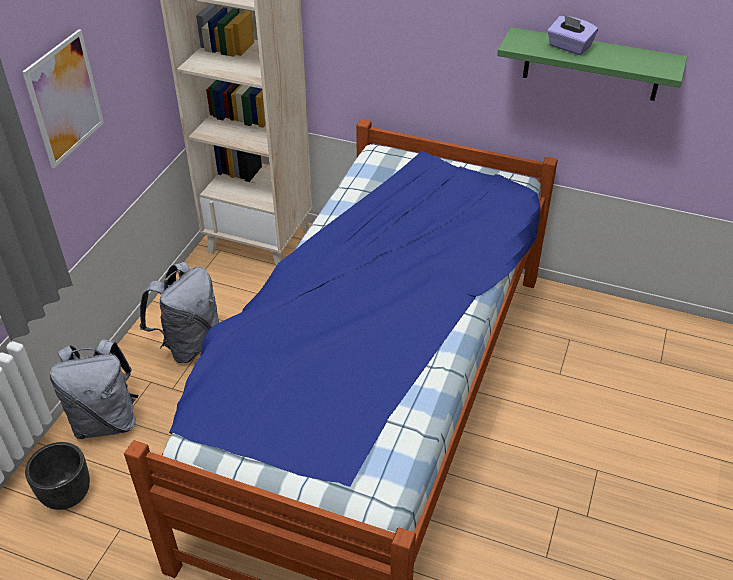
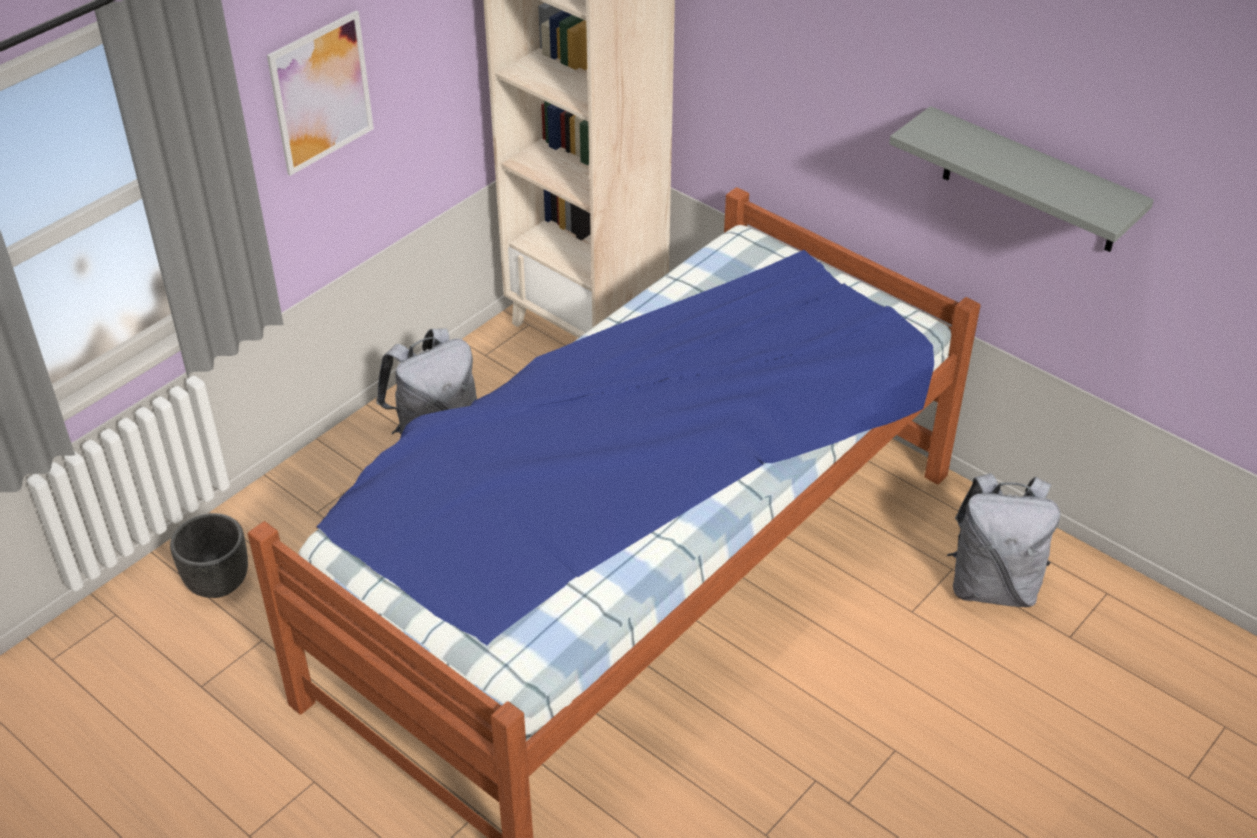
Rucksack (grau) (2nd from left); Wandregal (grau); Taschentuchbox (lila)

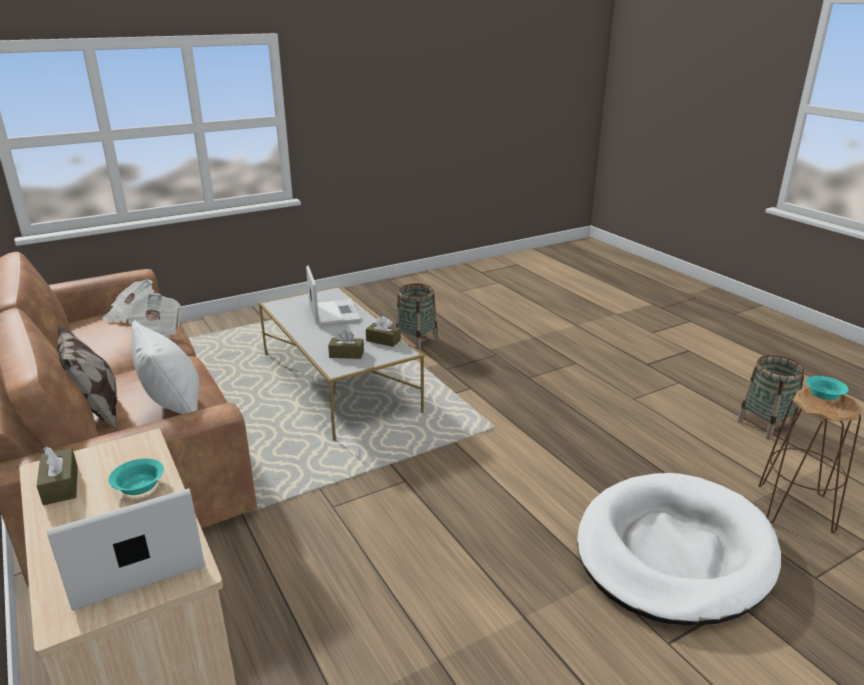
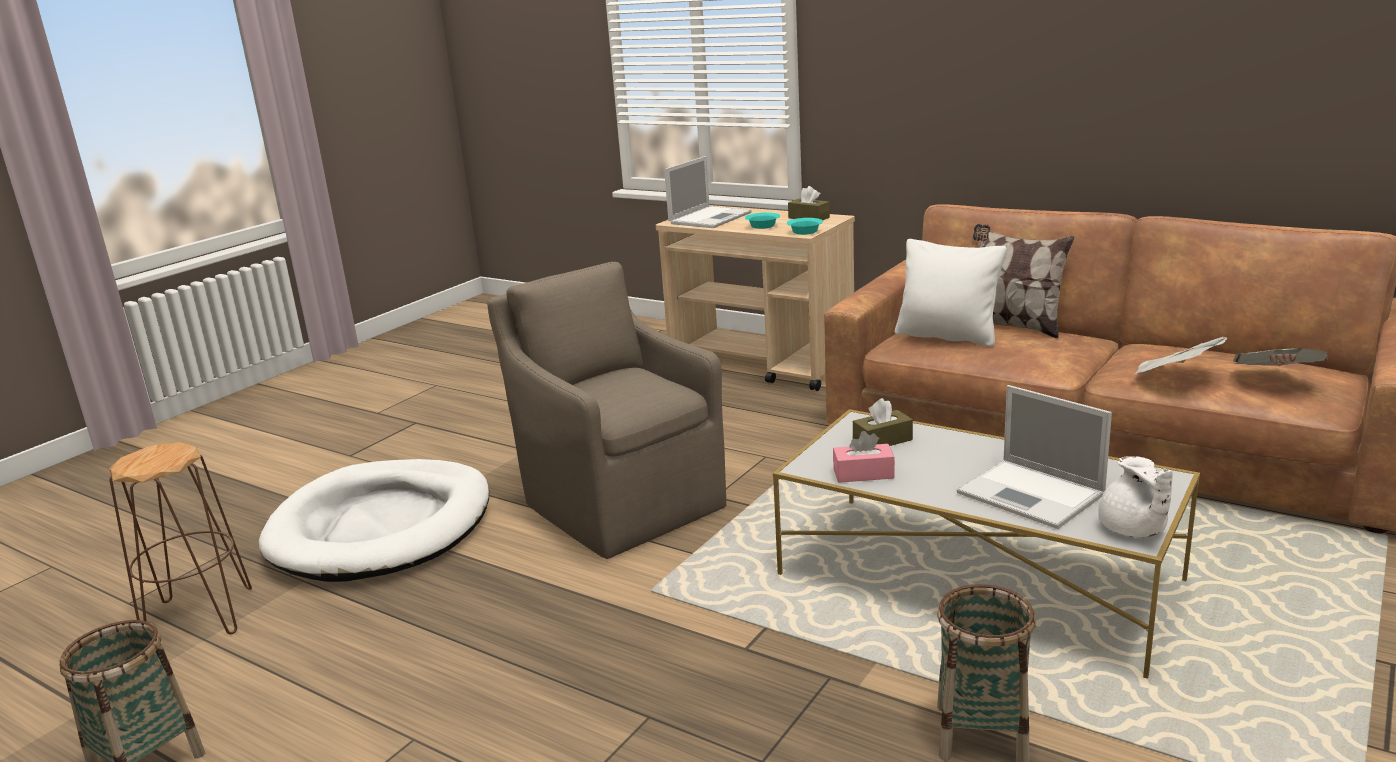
Taschentuchbox (rosa); Schüssel (türkis) (2nd from left); Sessel (braun); Teekanne (weiß)

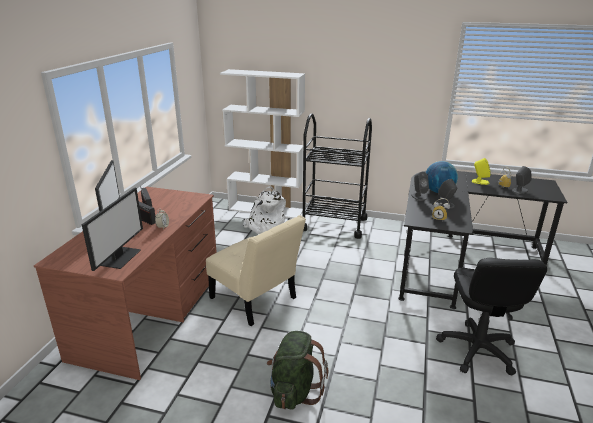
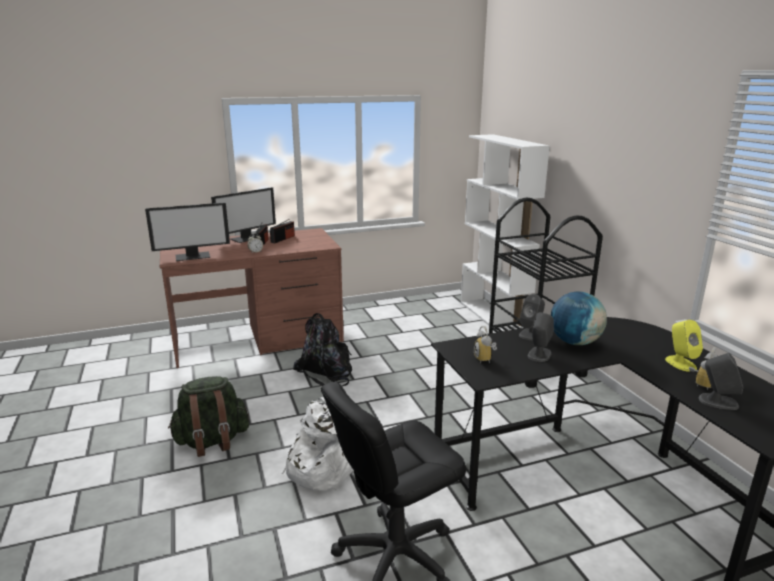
Rucksack (schwarz); Rucksack (weiß)

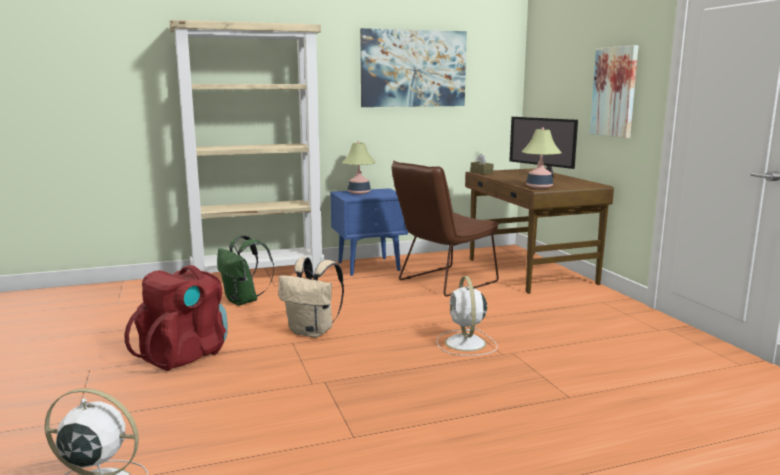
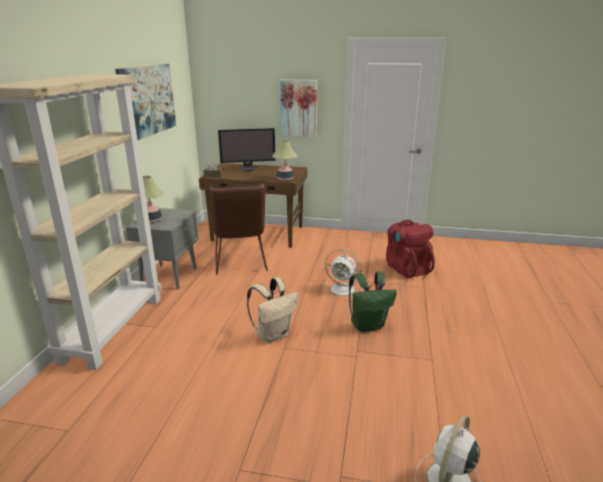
Rucksack (rot); Rucksack (grün); Nachttisch (grau)

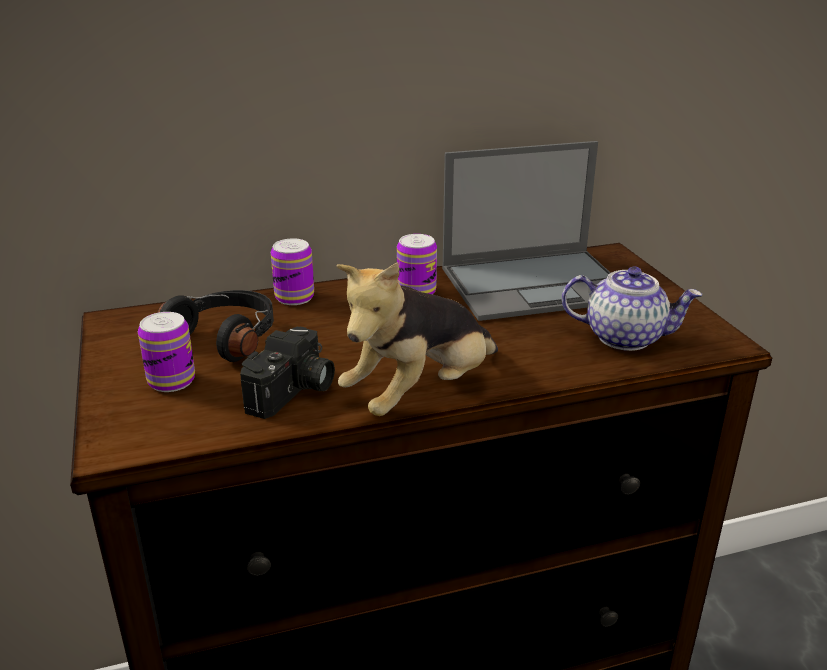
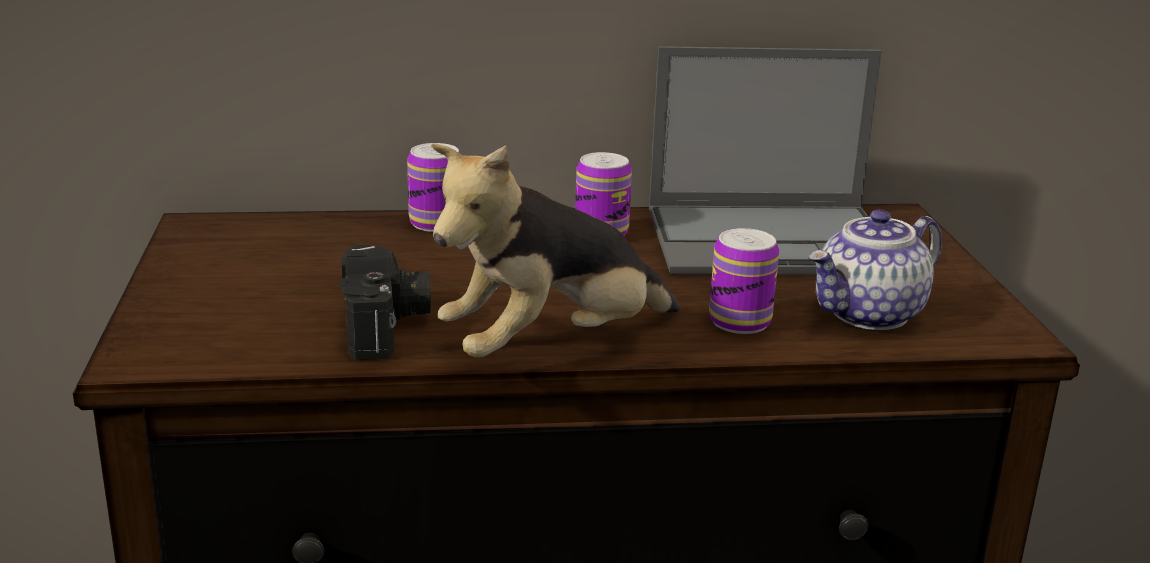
Dose (3rd from left); Kopfhörer (schwarz); Kamera; Teekanne

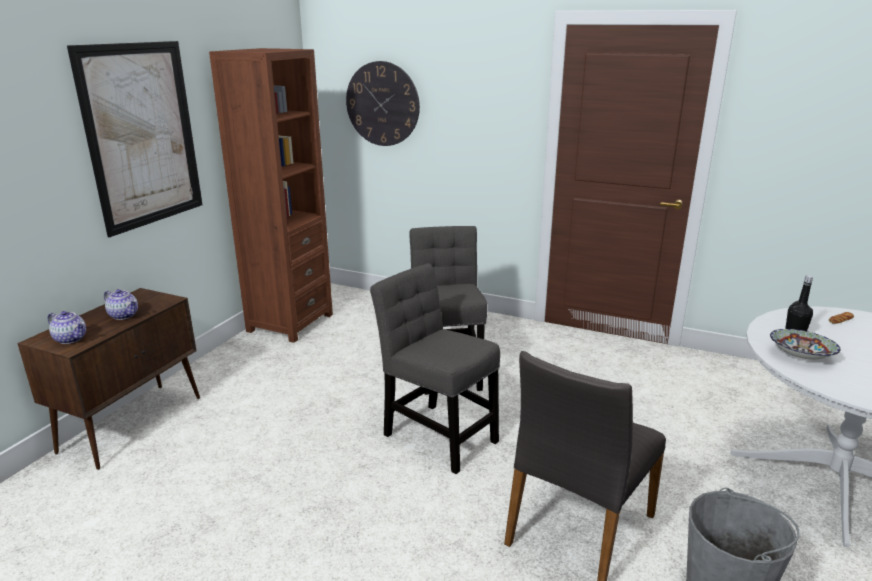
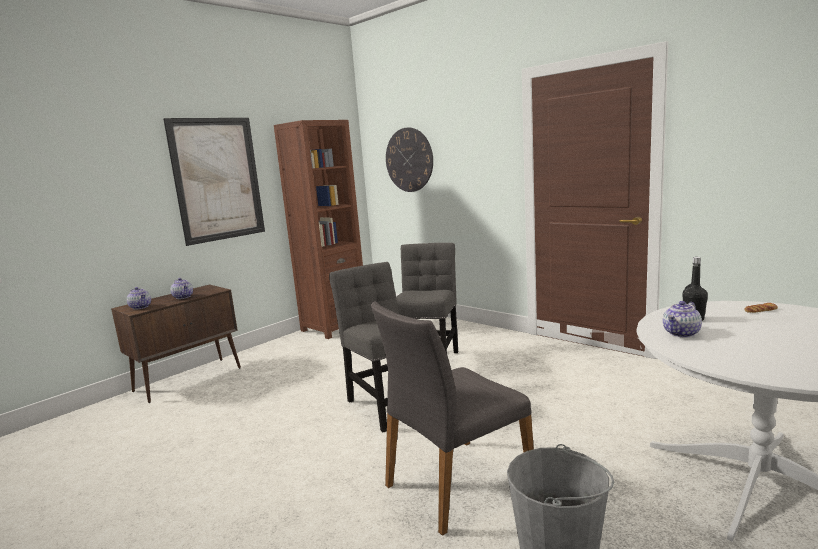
Teekanne (3rd from left)

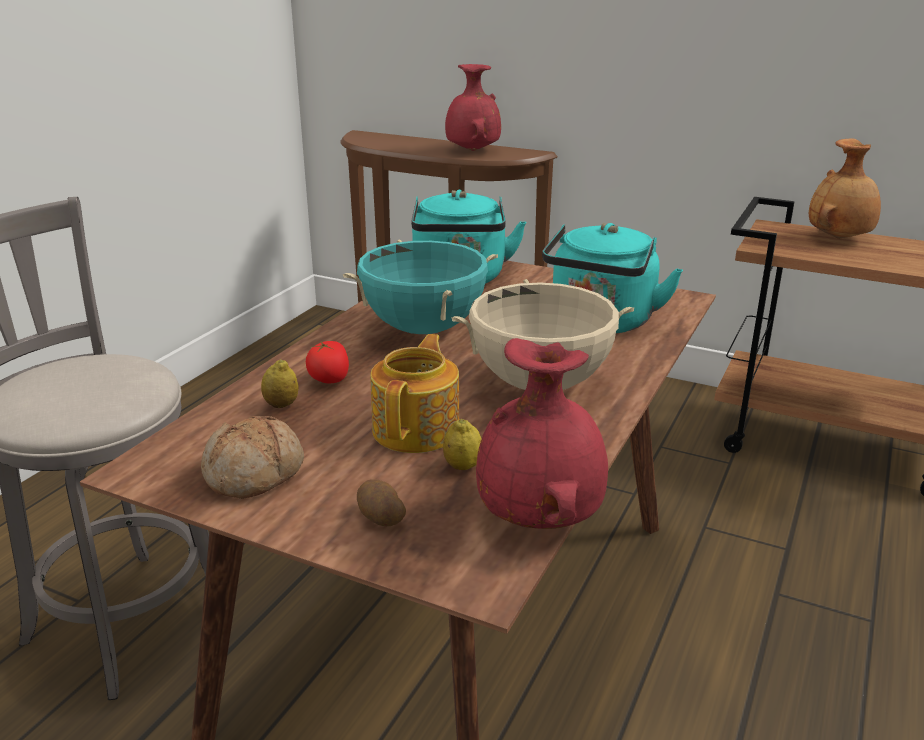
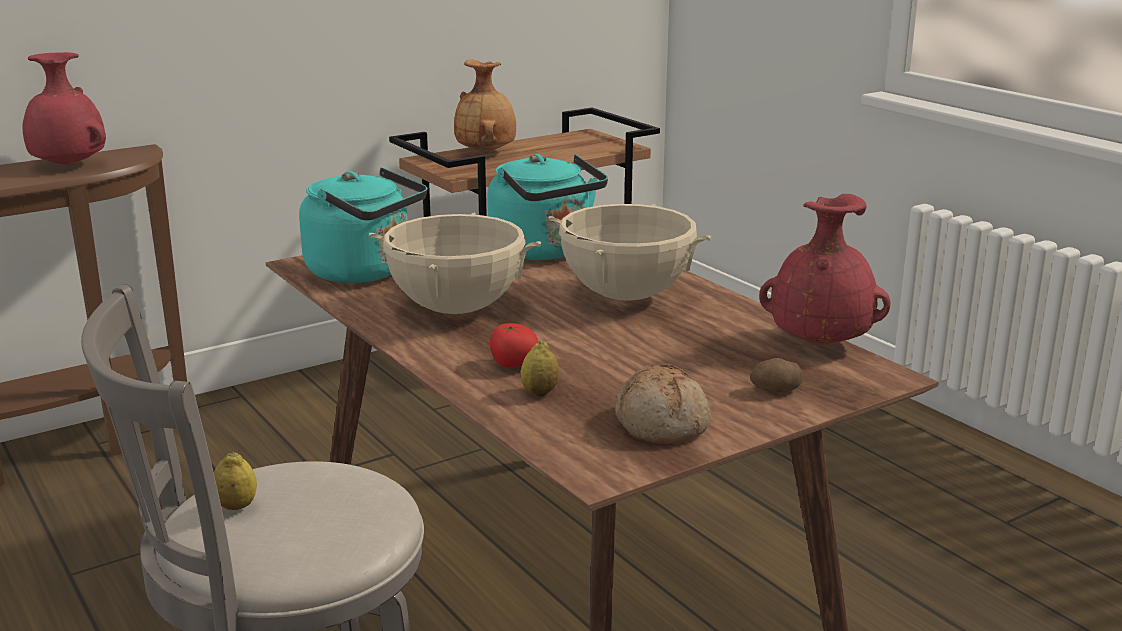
Kochtopf (beige) (1st from left); Teekanne; Zitrone (1st from left)

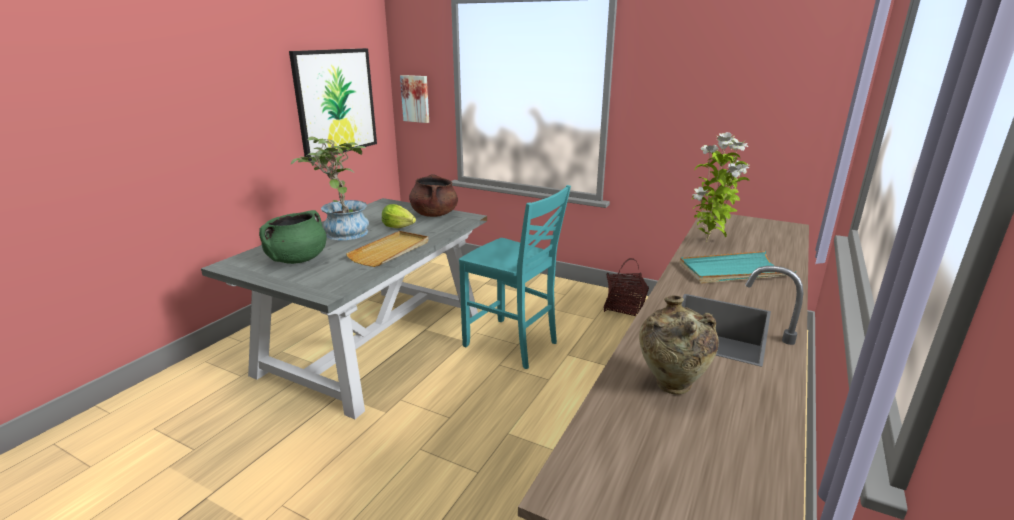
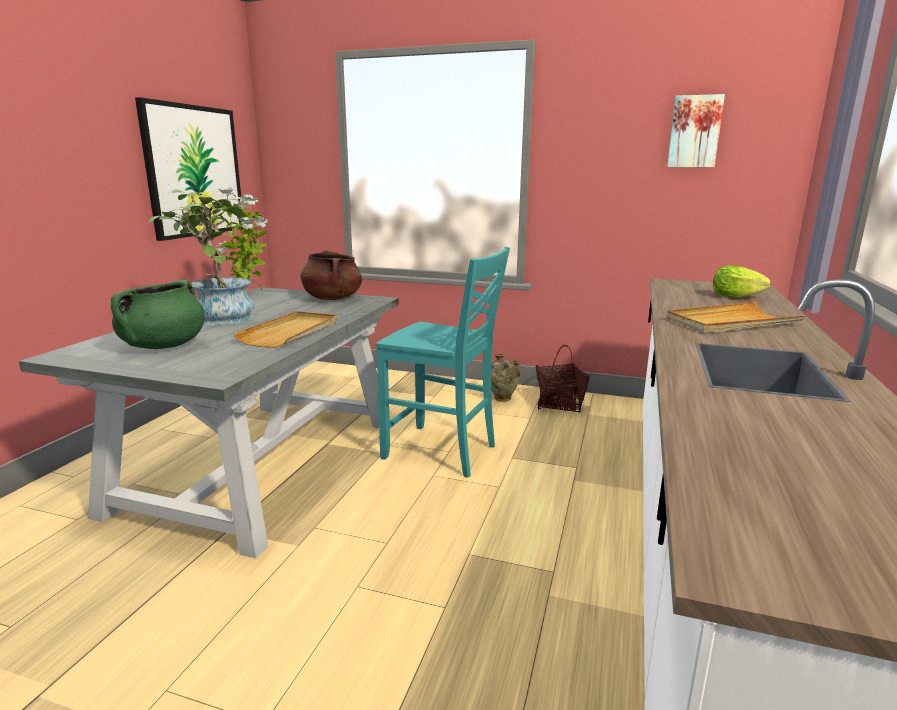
Salatkopf; Bild (2nd from left); Vase (beige); Tablett (beige) (2nd from left); Topfpflanze (2nd from left)

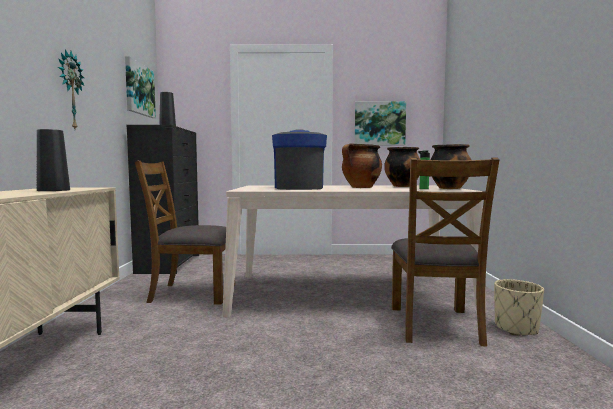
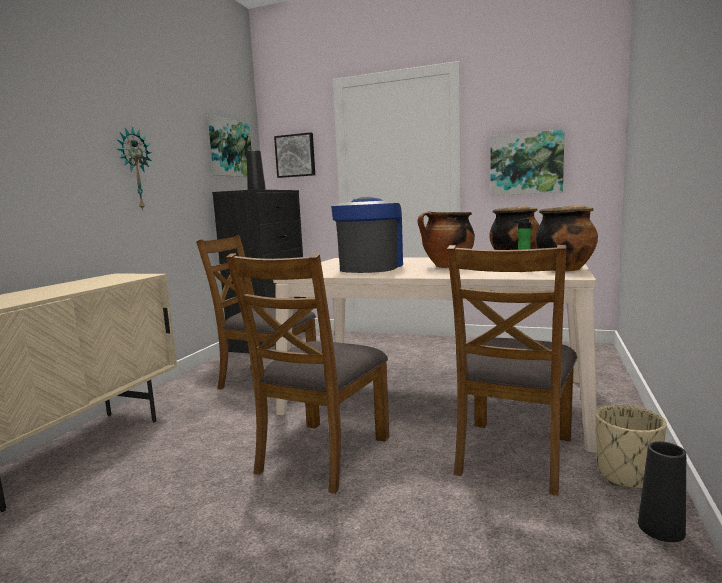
Vase (schwarz) (2nd from left); Stuhl (braun) (2nd from left); Bild (2nd from left)

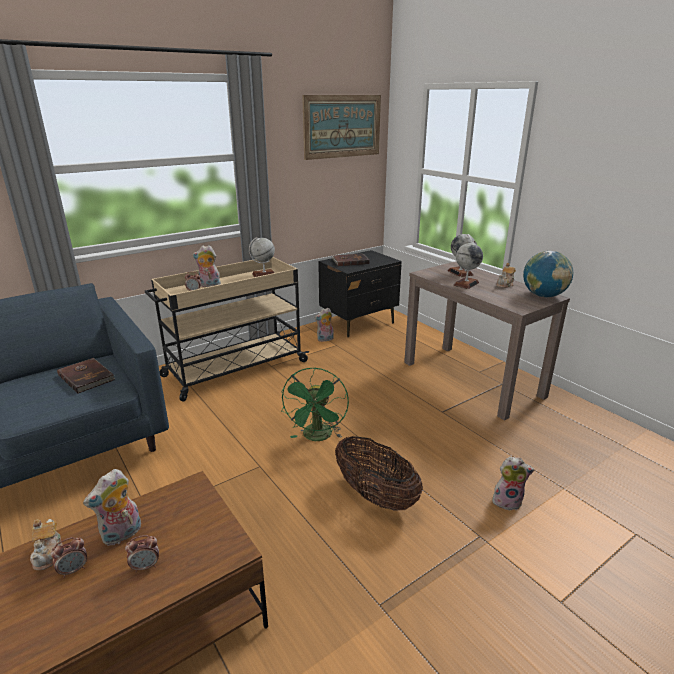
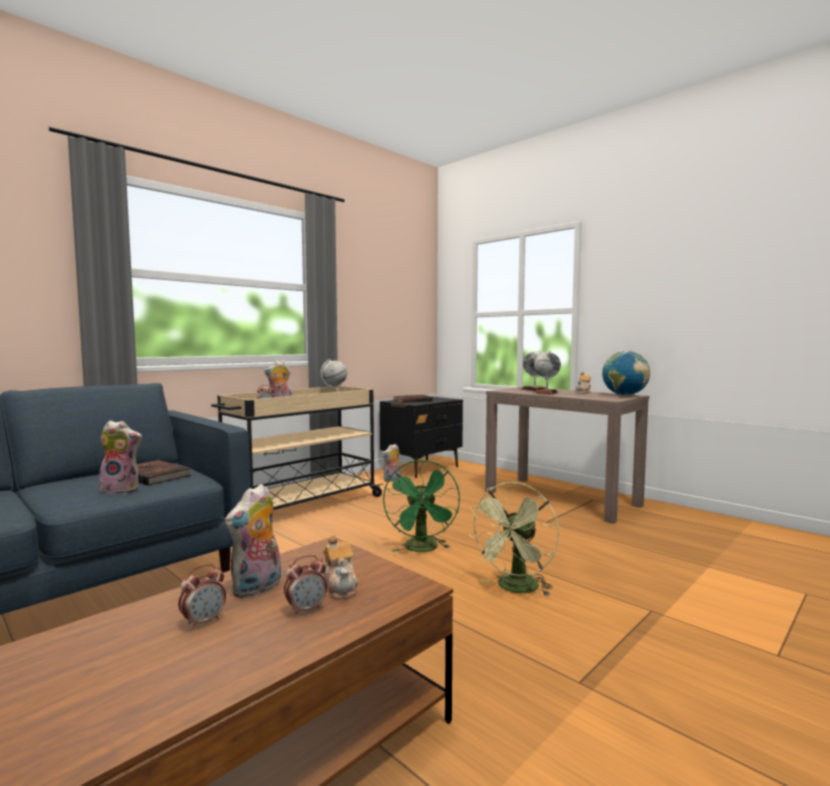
Teekanne (1st from left); Bild; Ventilator (grün) (2nd from left); Plüschtier (1st from left)

